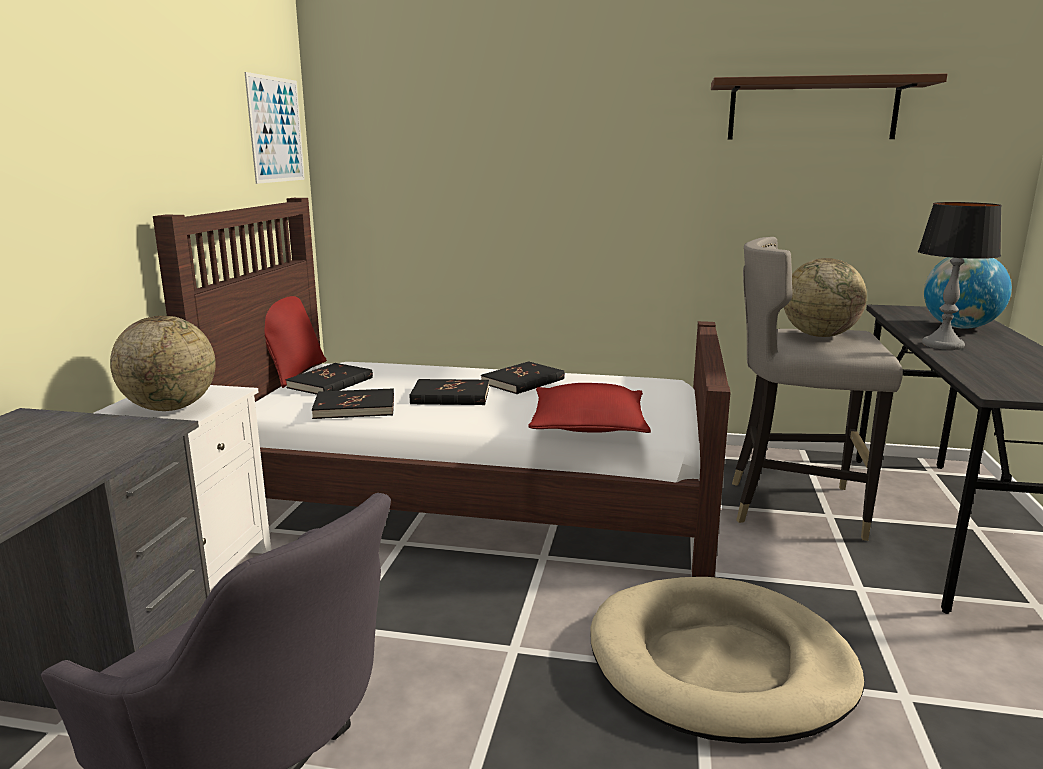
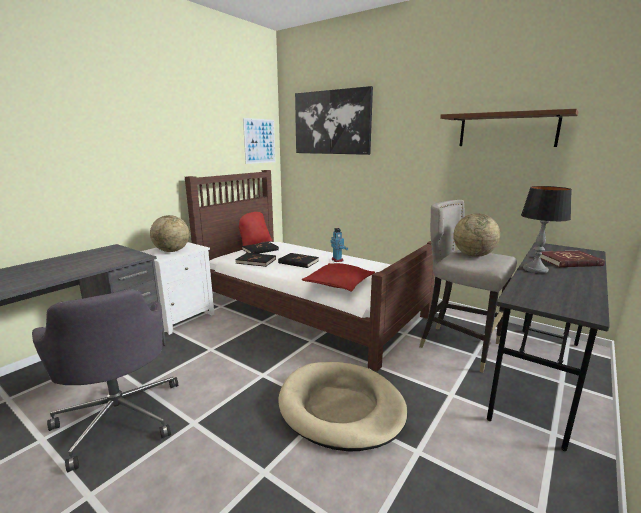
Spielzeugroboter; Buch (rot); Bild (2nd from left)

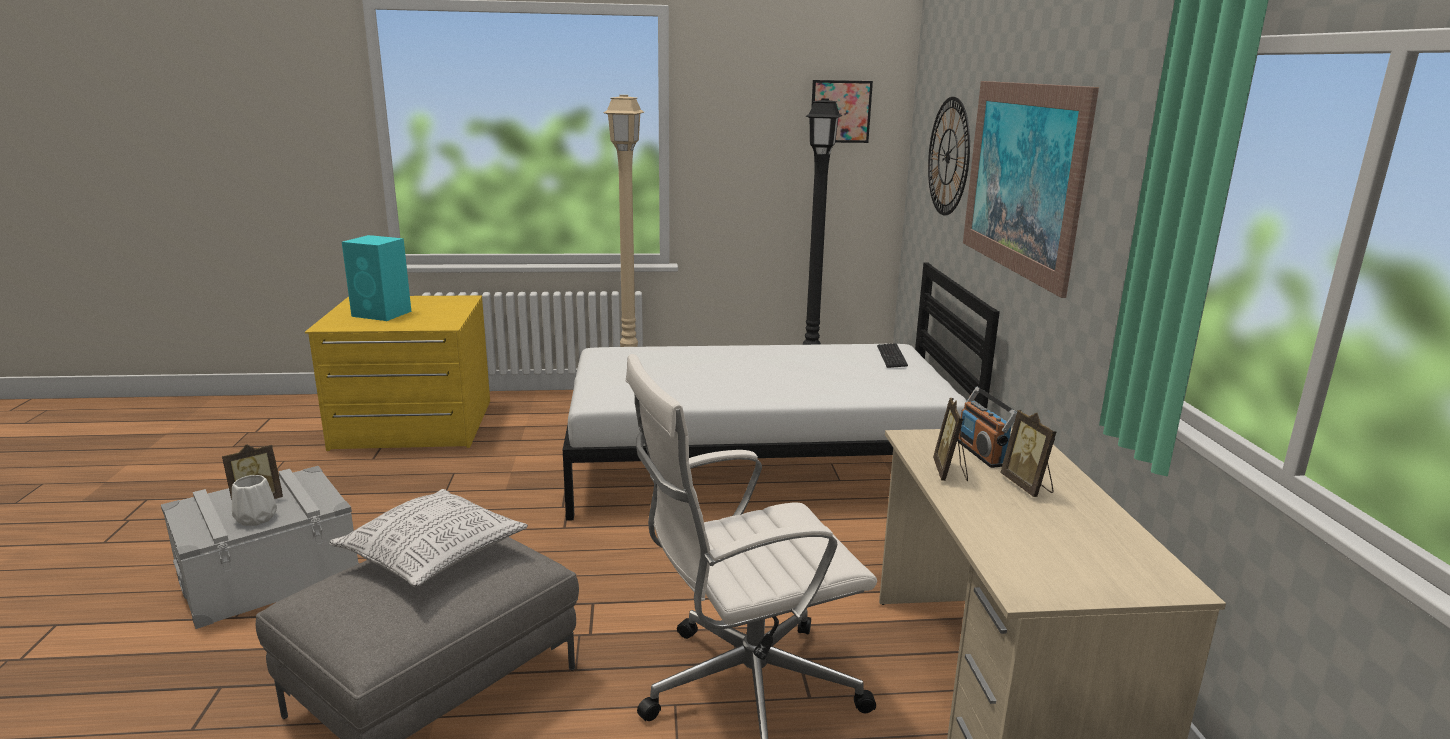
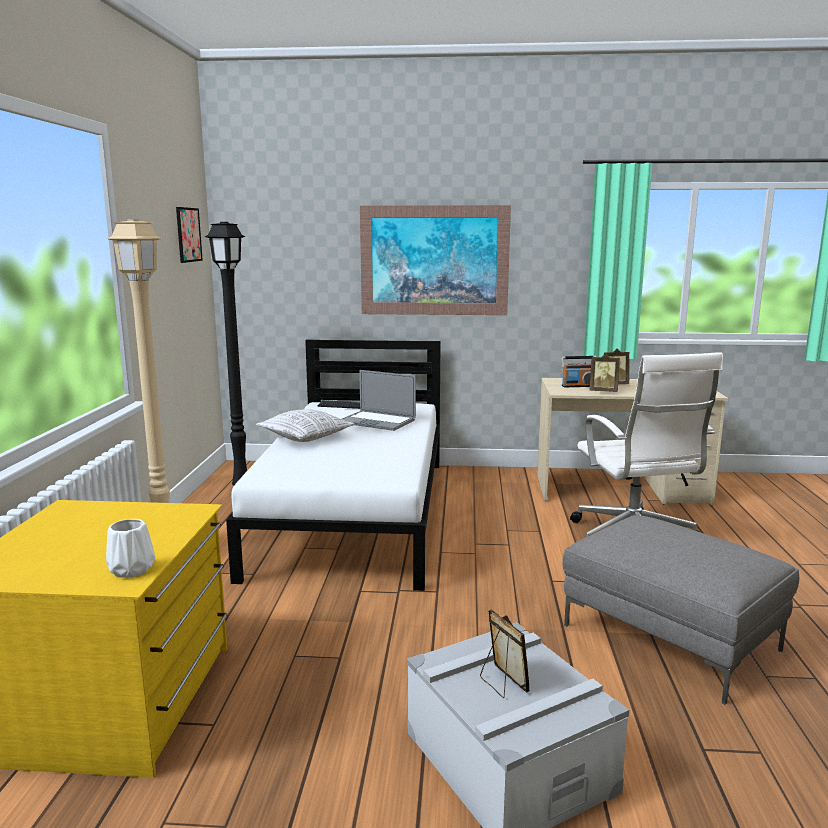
Vase (weiß); Kissen; Lautsprecher (türkis); Wanduhr; Laptop

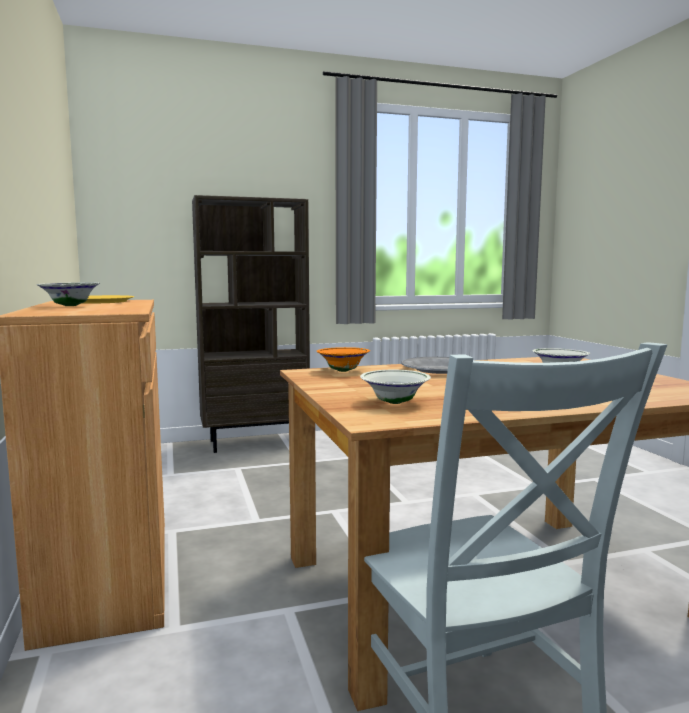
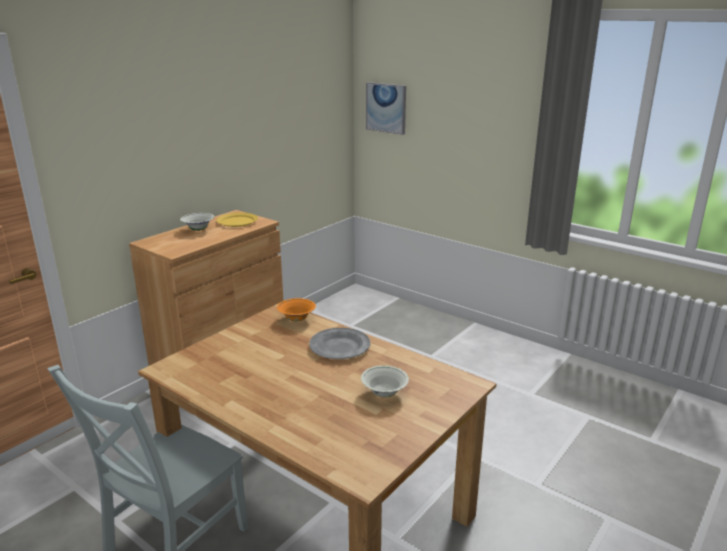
Bücherregal (braun); Schüssel (weiß) (2nd from left in the first image); Bild

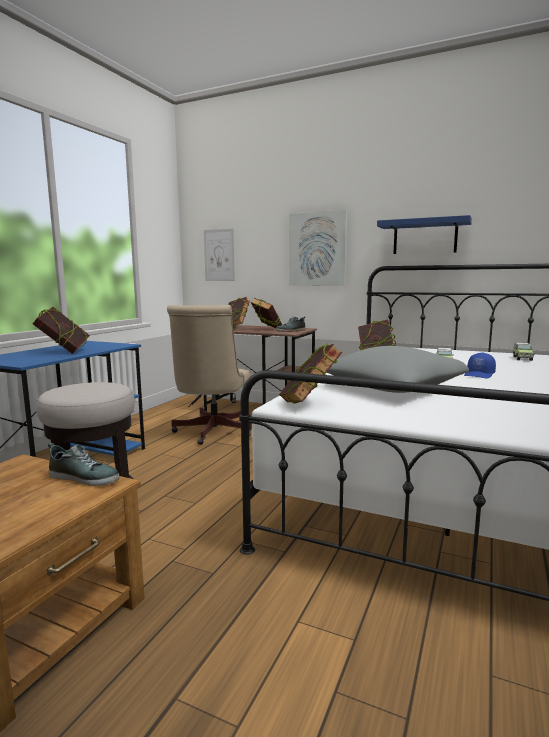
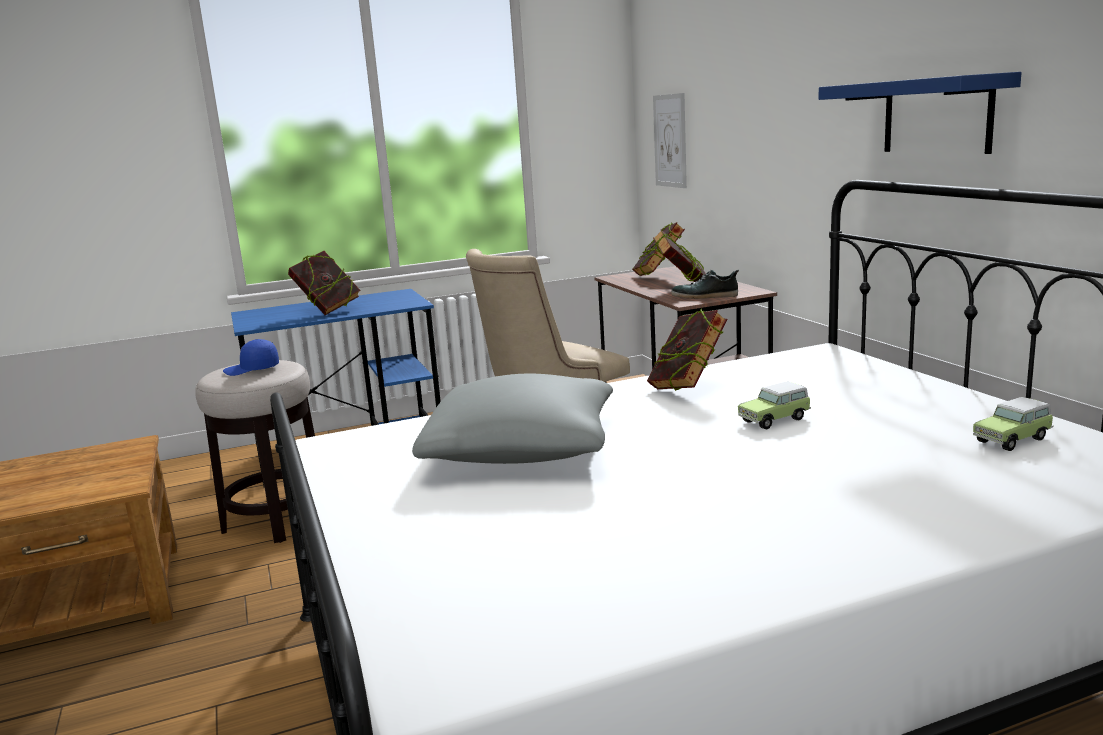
Schuh (1st from left in the first image); Buch (4th from left in the first image); Bild (2nd from left in the first image); Kappe (blau)

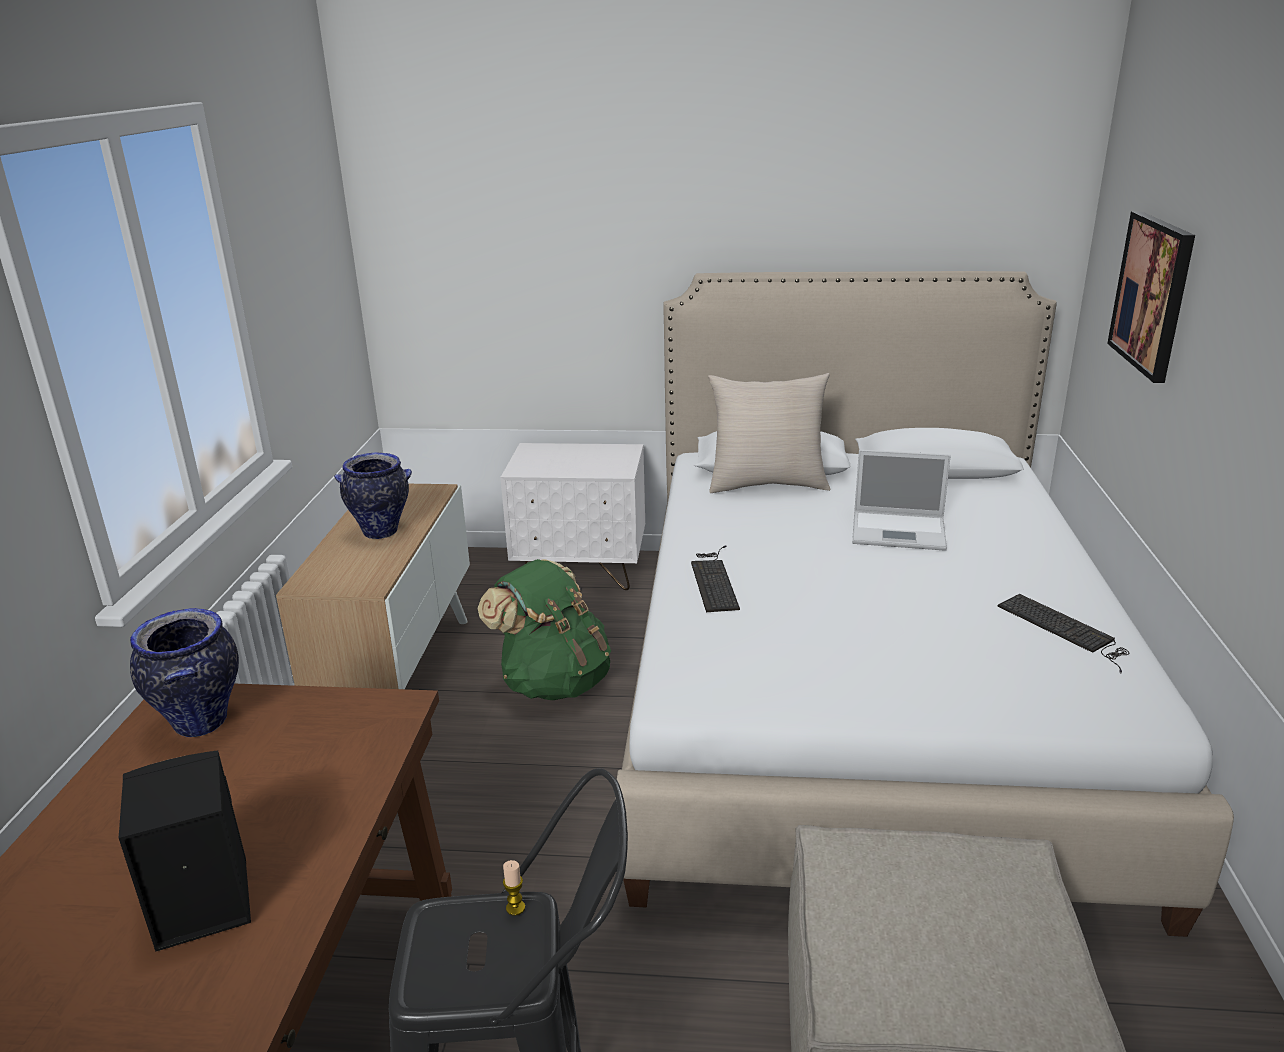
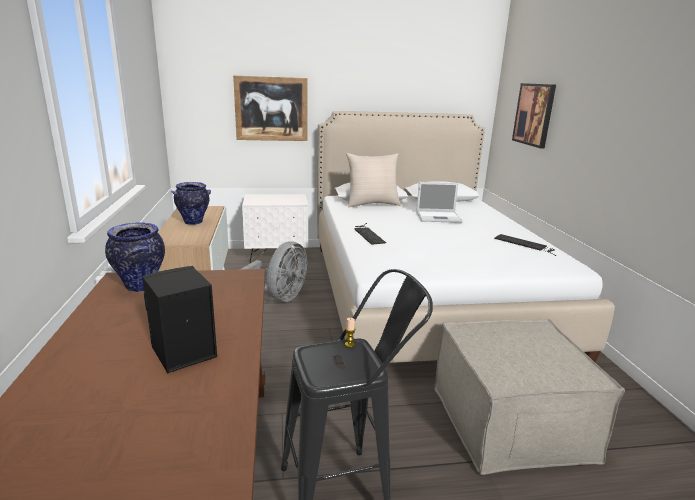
Ventilator (grau); Bild (1st from left)

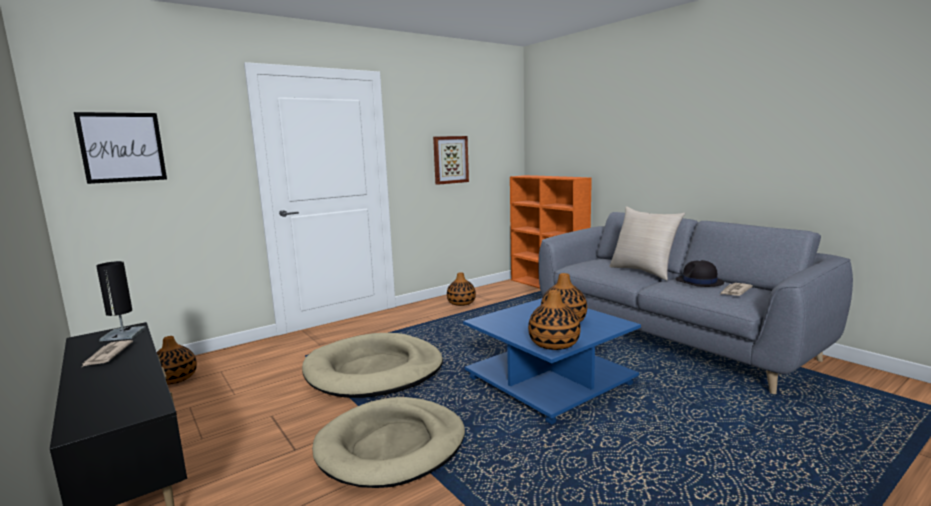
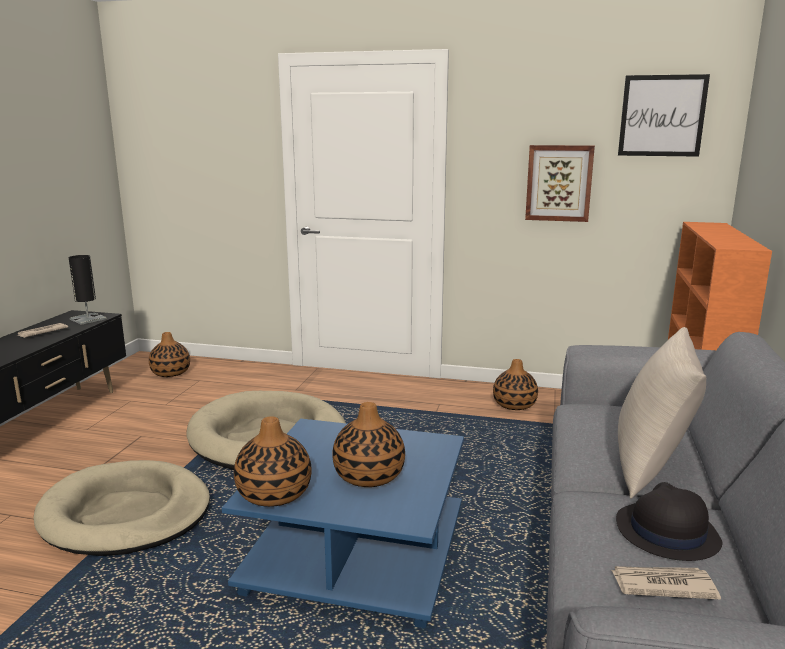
Bild (2nd from left)

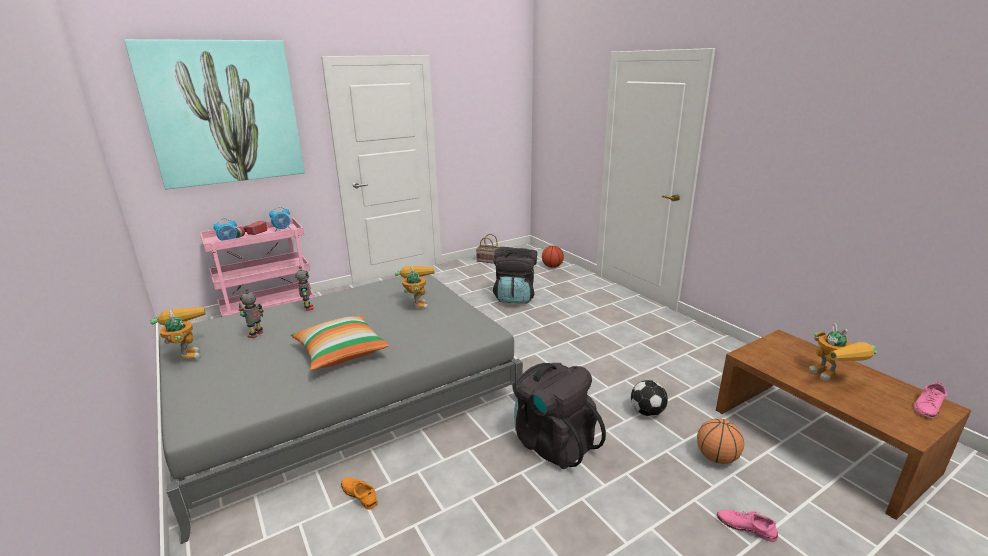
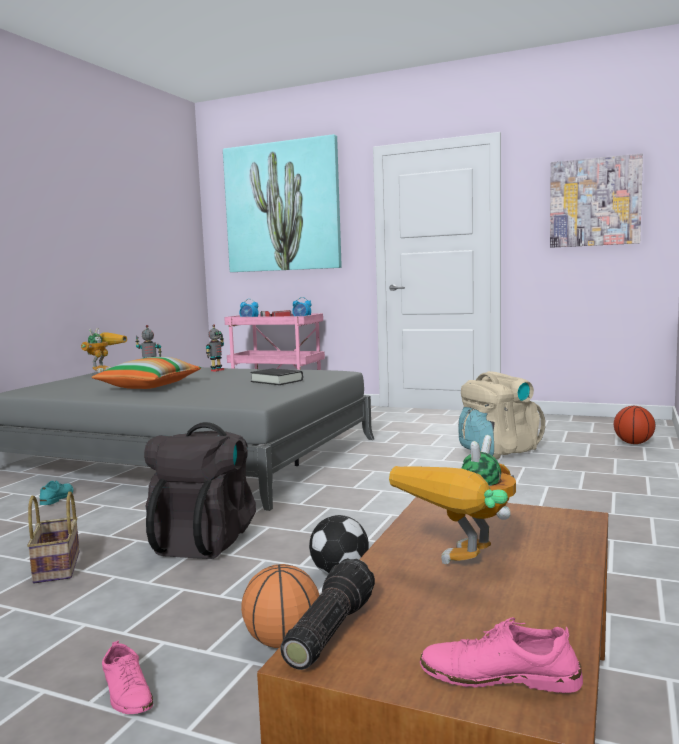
Schuh (türkis); Buch (schwarz); Korb; Rucksack (beige); Schuh (rosa) (1st from left); Taschenlampe (2nd from left); Bild (2nd from left)

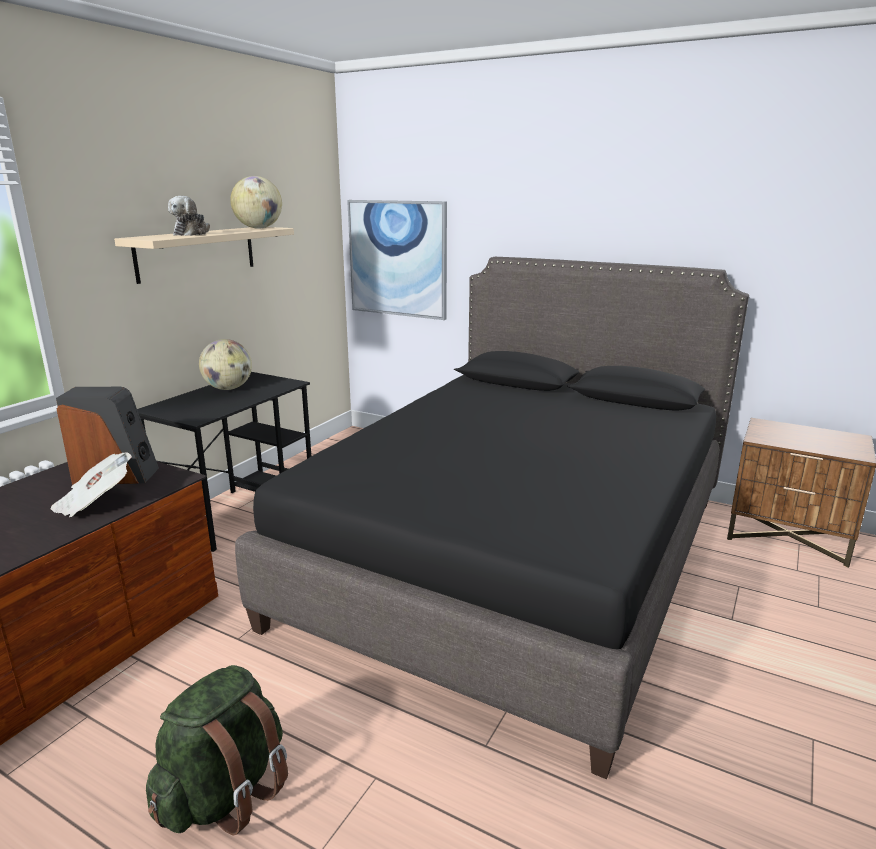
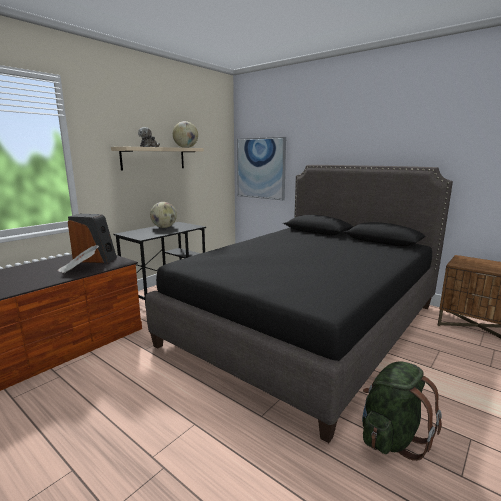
Rucksack (grün)

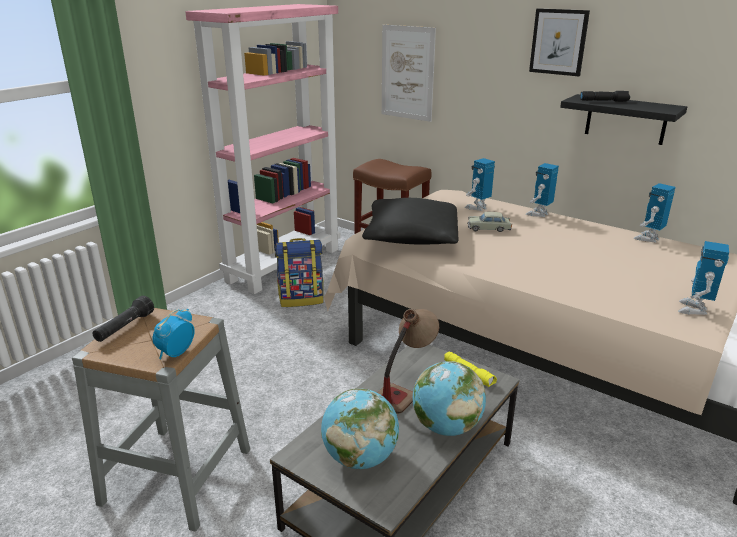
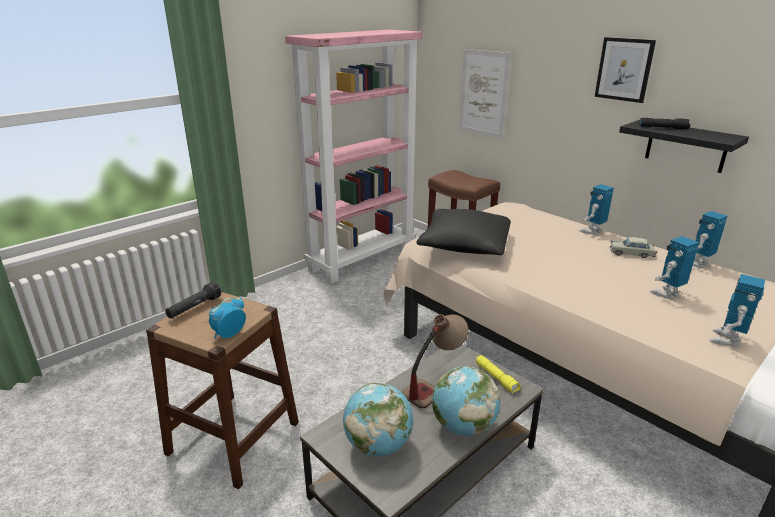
Hocker (braun) (1st from left); Rucksack; Spielzeugroboter (2nd from left); Spielzeugauto (beige)

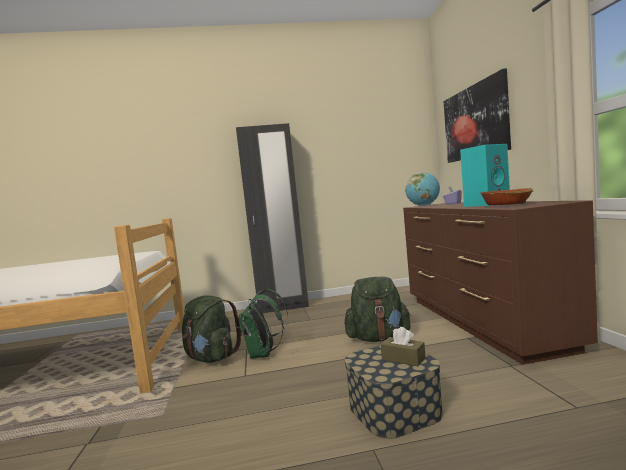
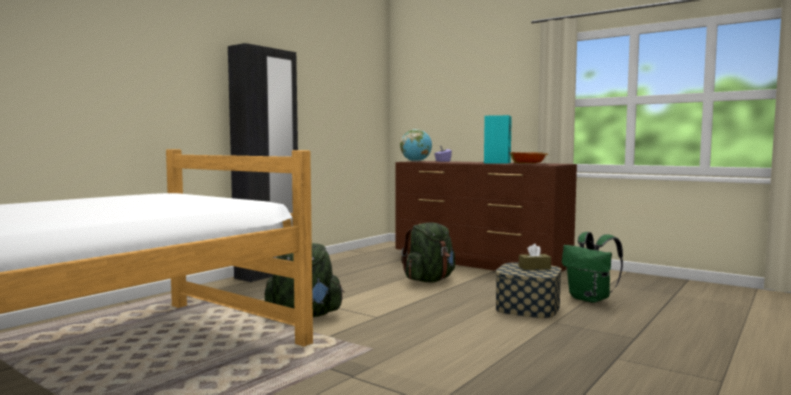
Rucksack (grün) (3rd from left); Bild

